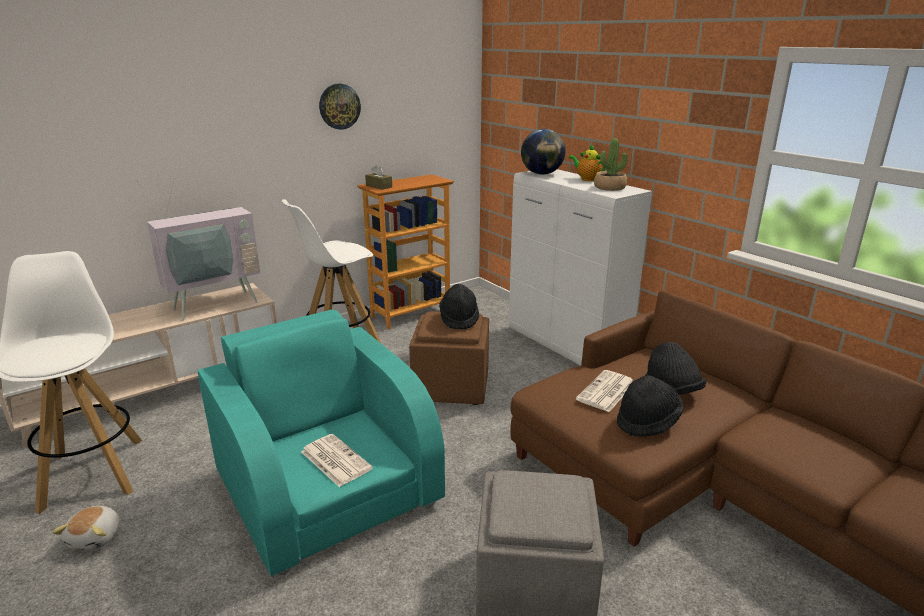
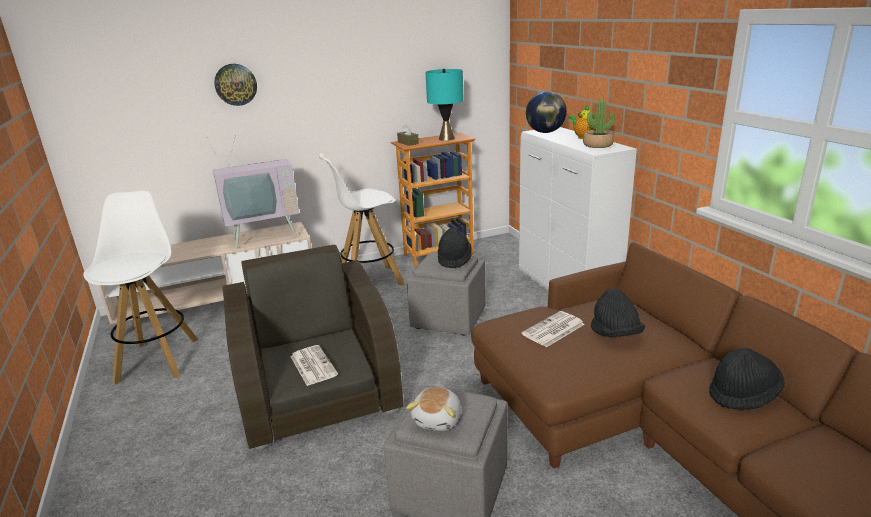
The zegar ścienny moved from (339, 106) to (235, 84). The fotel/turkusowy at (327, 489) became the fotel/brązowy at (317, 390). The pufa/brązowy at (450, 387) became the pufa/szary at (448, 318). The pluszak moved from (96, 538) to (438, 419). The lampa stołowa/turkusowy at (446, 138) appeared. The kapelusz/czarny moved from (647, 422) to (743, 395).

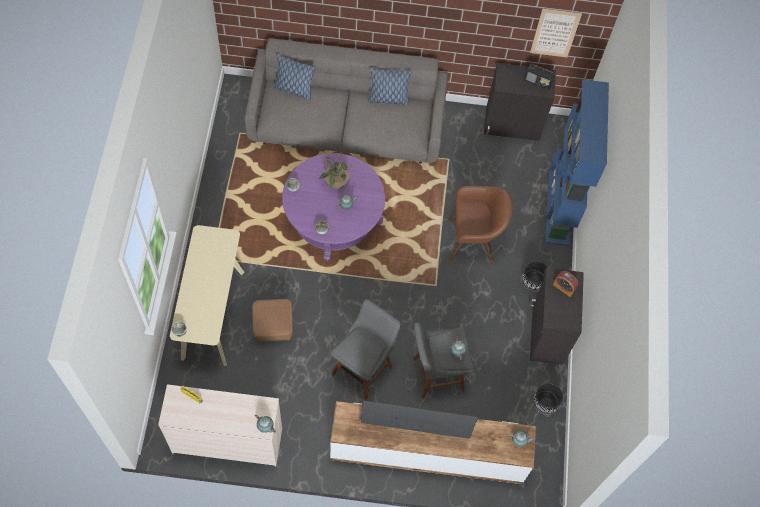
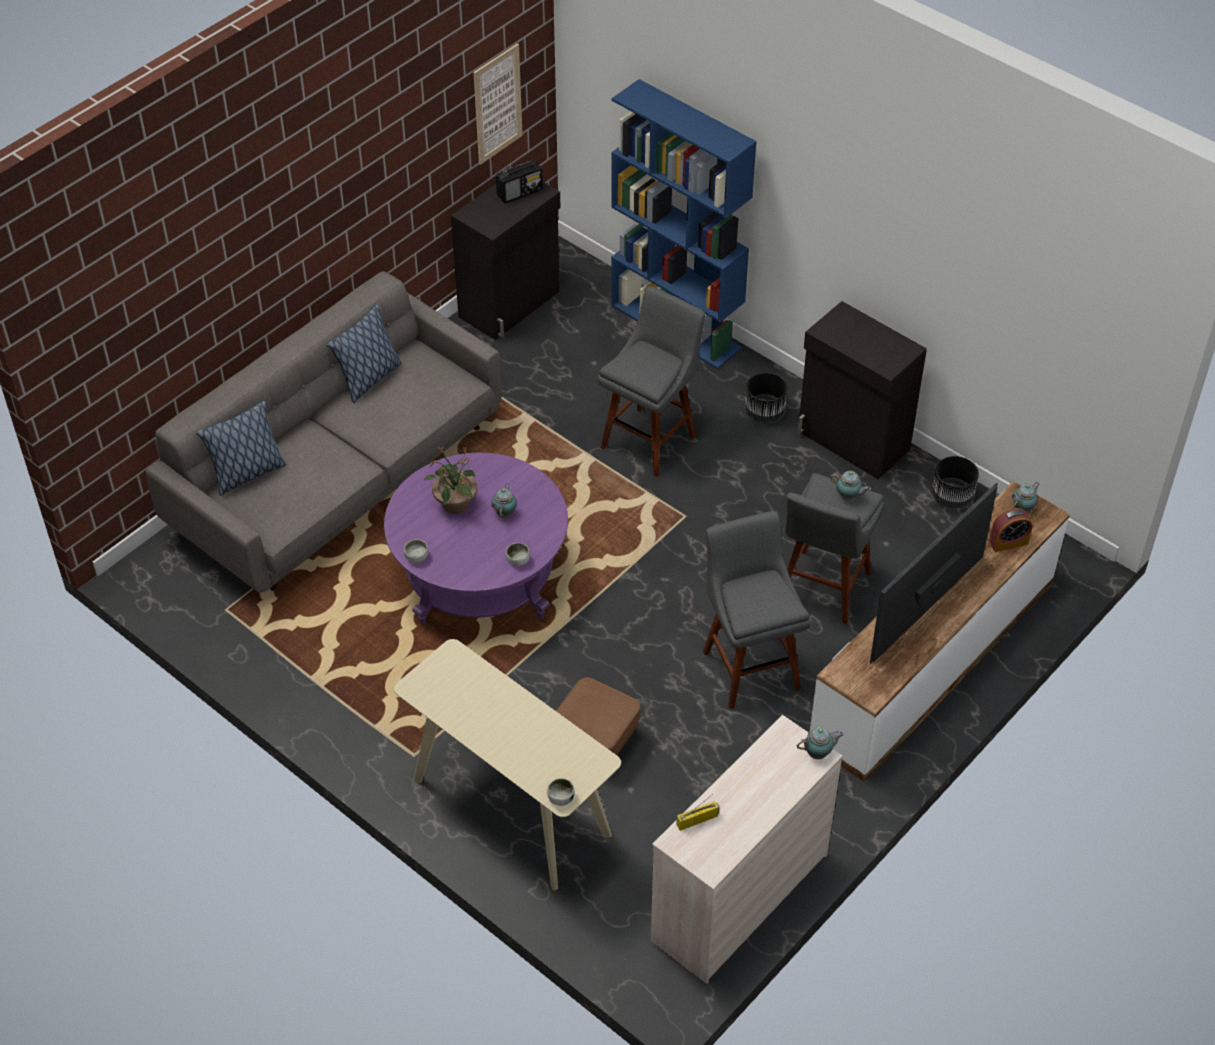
The fotel/brązowy at (474, 240) was replaced by the stołek/szary at (651, 438). The budzik moved from (563, 287) to (1008, 542).

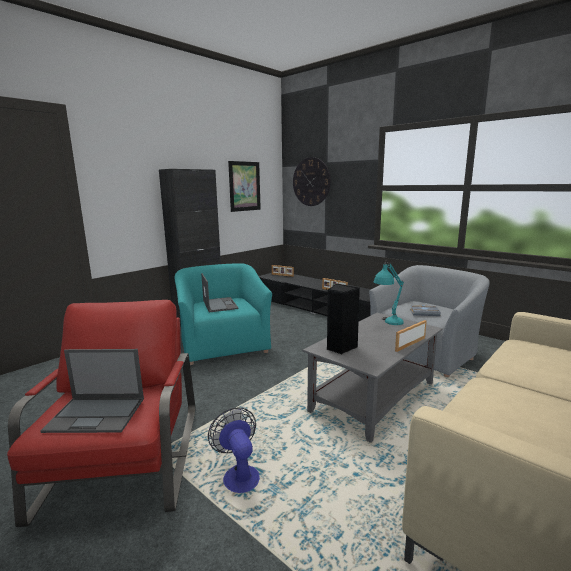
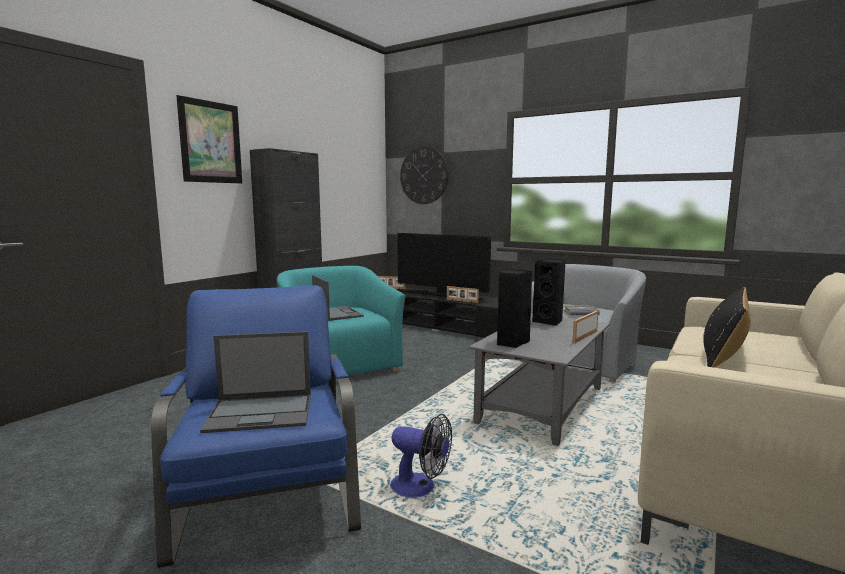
The fotel/czerwony at (124, 460) became the fotel/niebieski at (268, 488). The obraz moved from (244, 186) to (210, 142). The wentylator at (239, 474) turned 150 degrees clockwise. The telewizor at (442, 295) appeared. The lampa stołowa/turkusowy at (387, 324) was replaced by the głośnik/czarny at (549, 321). The poduszka/czarny at (723, 353) appeared.

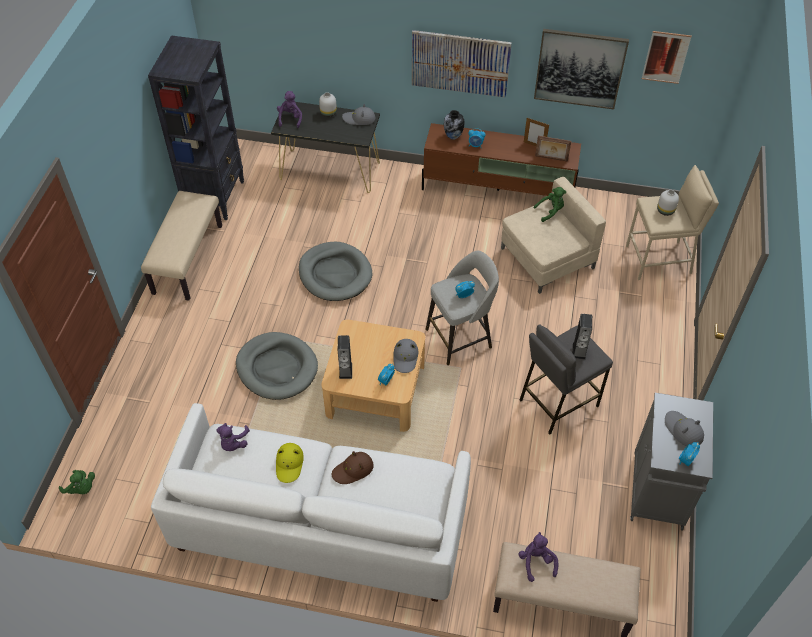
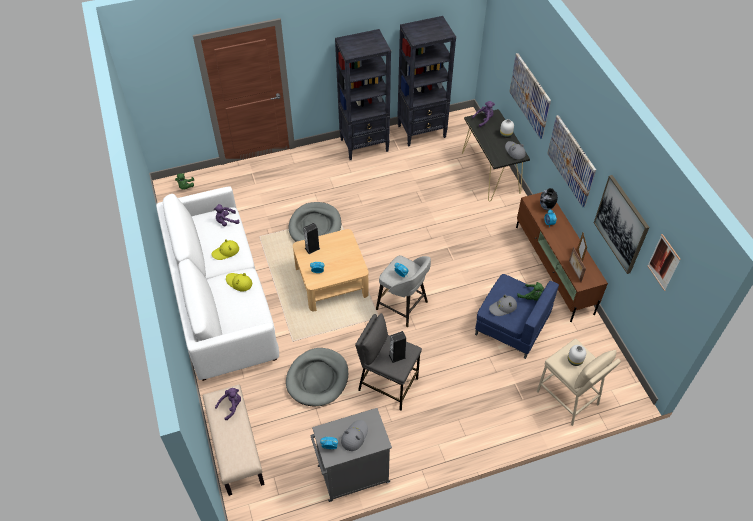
The kapelusz/brązowy at (353, 470) became the kapelusz/żółty at (239, 282). The legowisko/szary moved from (335, 274) to (317, 378). The ławka/beżowy at (187, 259) was replaced by the regał/czarny at (365, 145). The fotel/beżowy at (546, 258) became the fotel/niebieski at (511, 325). The kapelusz/szary moved from (405, 357) to (503, 307). The obraz at (530, 95) appeared.

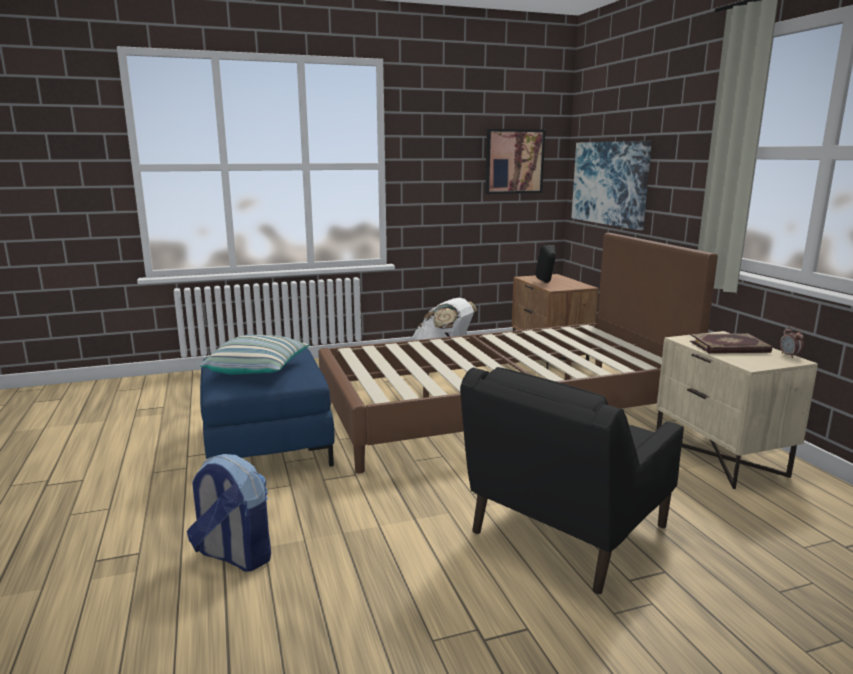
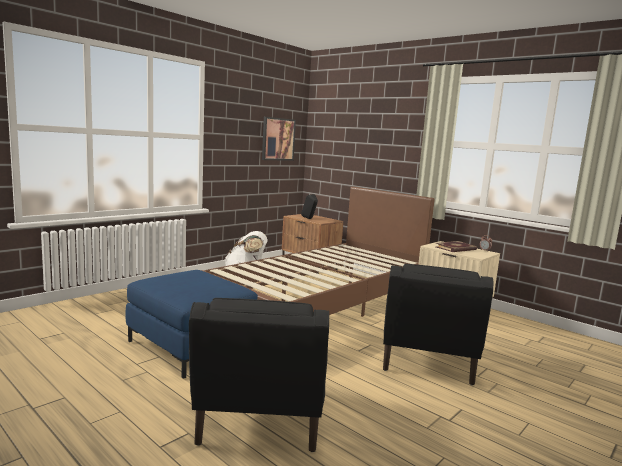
The plecak at (233, 555) was replaced by the fotel/czarny at (260, 417). The poduszka at (258, 369) disappeared. The obraz at (610, 183) disappeared.

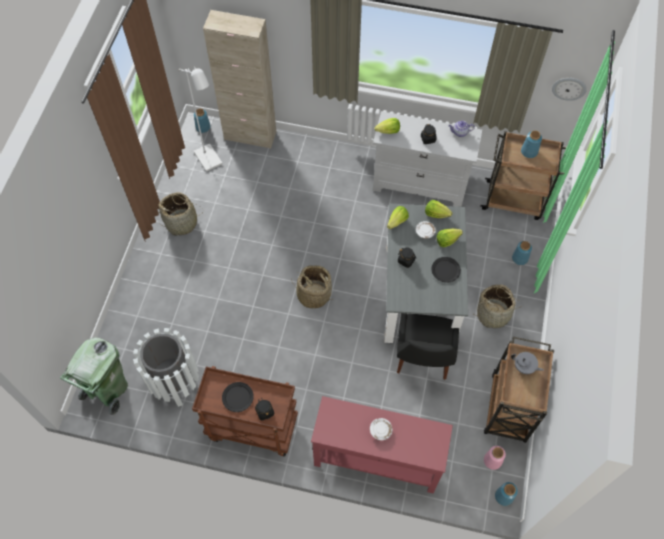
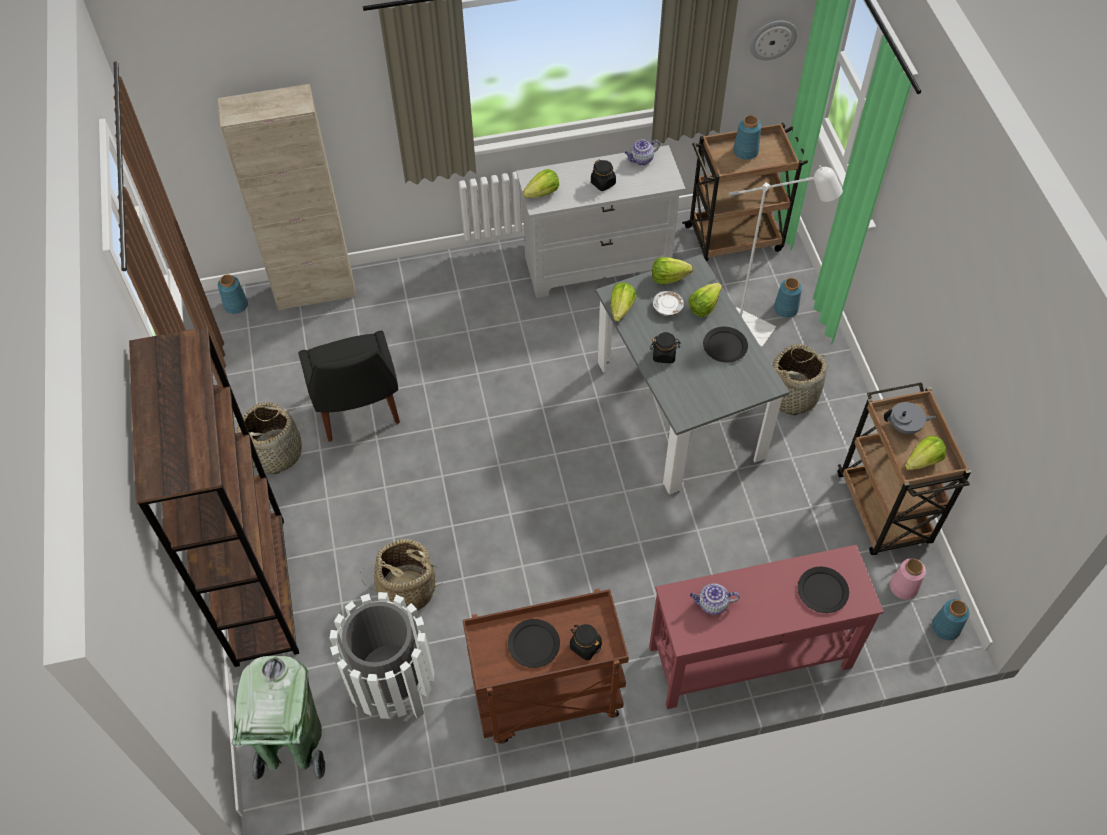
The regał/brązowy at (260, 590) appeared. The krzesło/czarny moved from (423, 358) to (358, 410). The koszyk moved from (314, 294) to (406, 589). The imbryk at (712, 604) appeared. The lampa stojąca/biały moved from (211, 162) to (757, 332). The talerz/czarny at (823, 591) appeared. The sałata at (923, 461) appeared. The talerz/biały at (380, 430) disappeared.

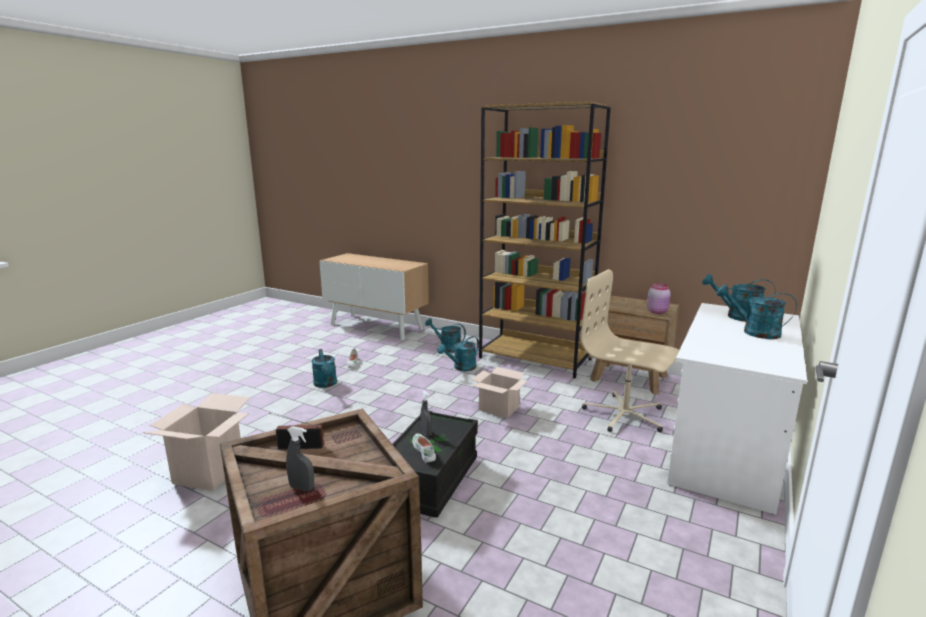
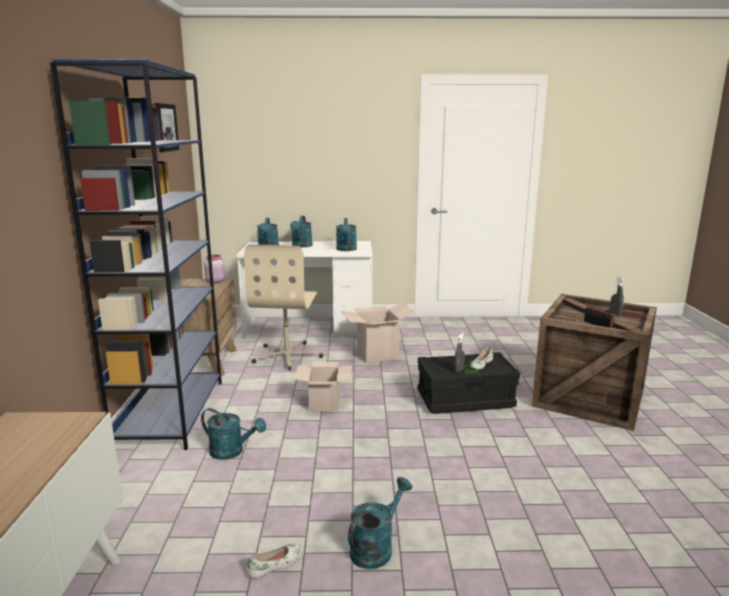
The regał/brązowy at (535, 359) became the regał/niebieski at (171, 412). The obraz at (165, 127) appeared. The konewka/turkusowy moved from (447, 348) to (346, 249). The karton moved from (209, 472) to (377, 354).

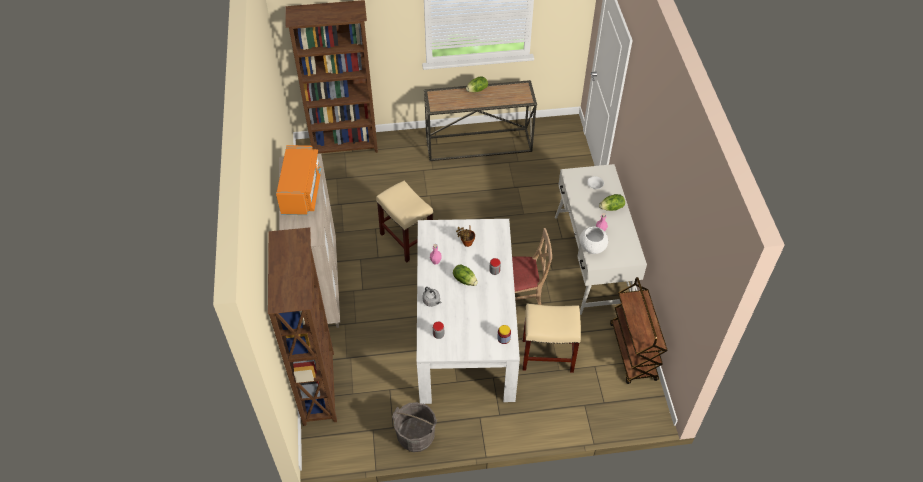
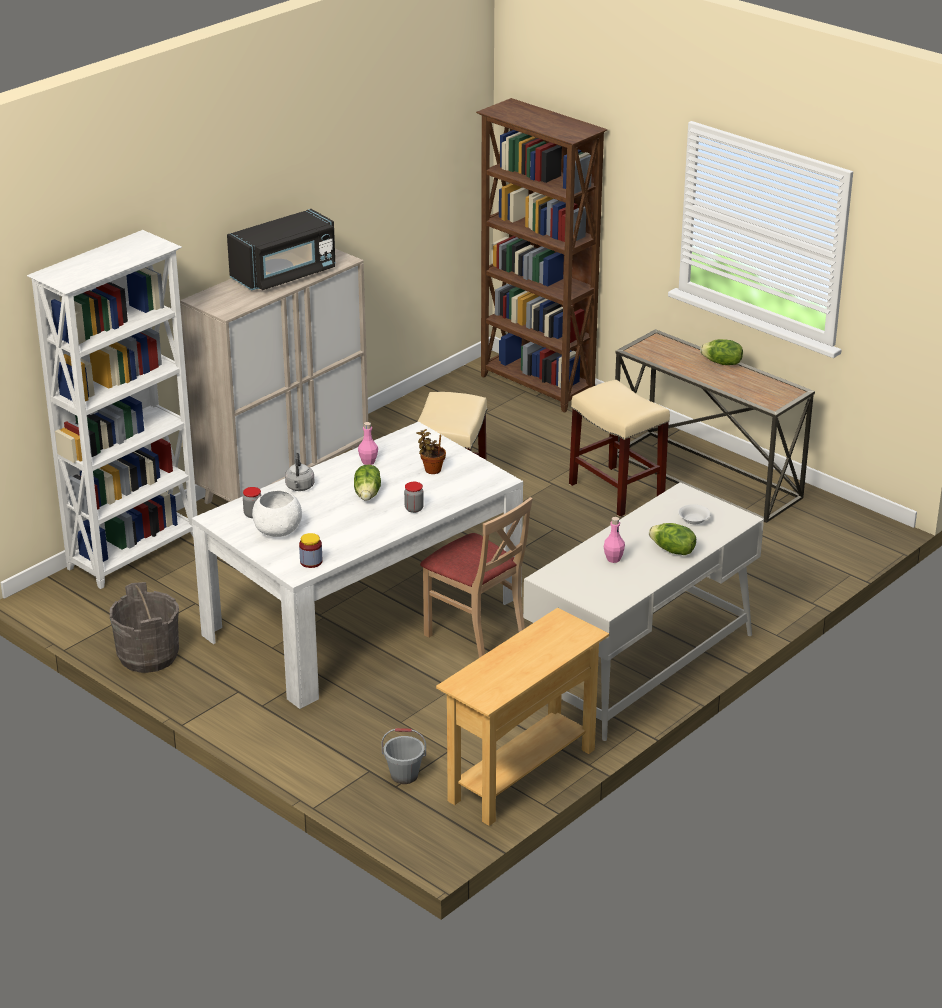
The regał/brązowy at (319, 387) became the regał/biały at (135, 553). The mikrofalówka/pomarańczowy at (301, 191) became the mikrofalówka/czarny at (284, 275). The miska/biały moved from (592, 247) to (278, 531). The wiadro/szary at (404, 775) appeared. The wózek/brązowy at (633, 352) was replaced by the stolik konsolowy/beżowy at (522, 775). The stołek/beżowy moved from (547, 356) to (615, 491).

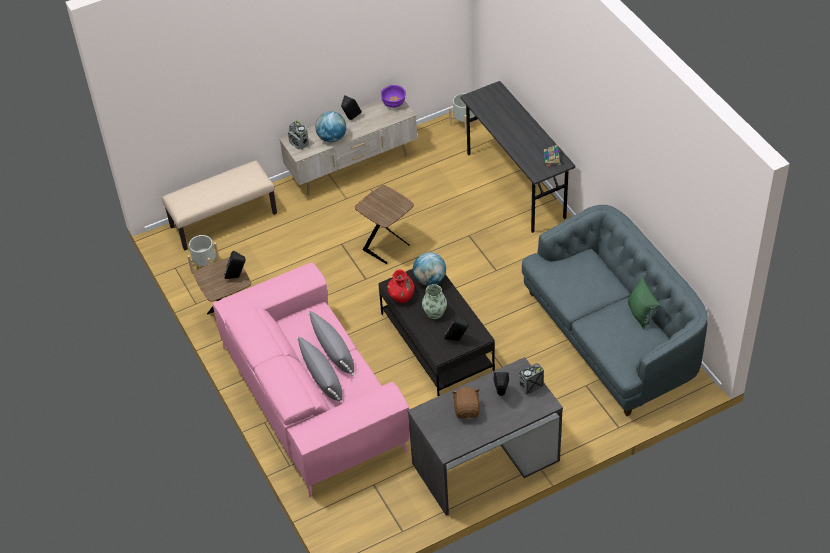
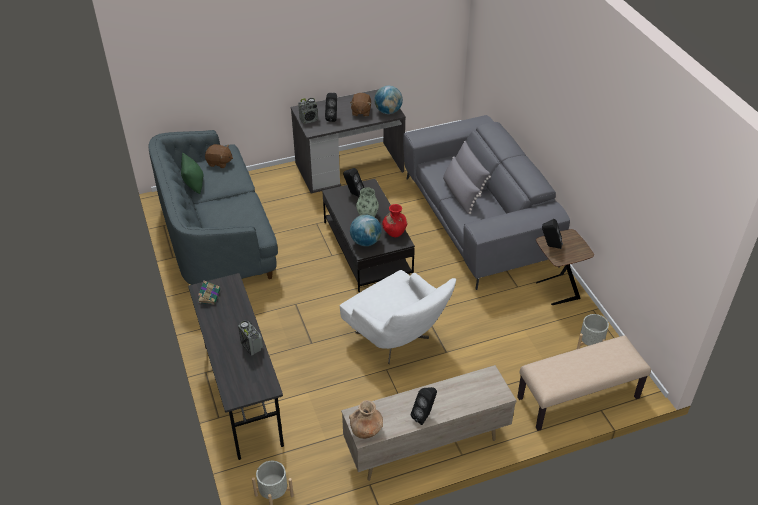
The pluszak/brązowy at (219, 163) appeared. The radio moved from (299, 144) to (251, 346). The stolik/brązowy at (387, 247) was replaced by the fotel/biały at (398, 341). The miska/fioletowy at (394, 104) was replaced by the wazon/brązowy at (366, 430). The globus moved from (332, 138) to (388, 111). The kanapa/różowy at (313, 398) became the kanapa/szary at (477, 221).

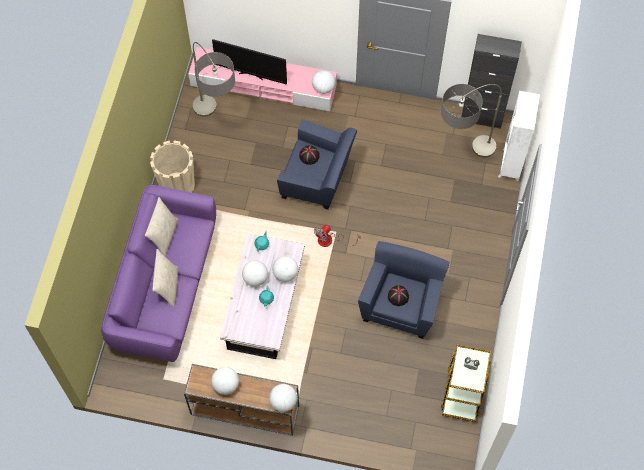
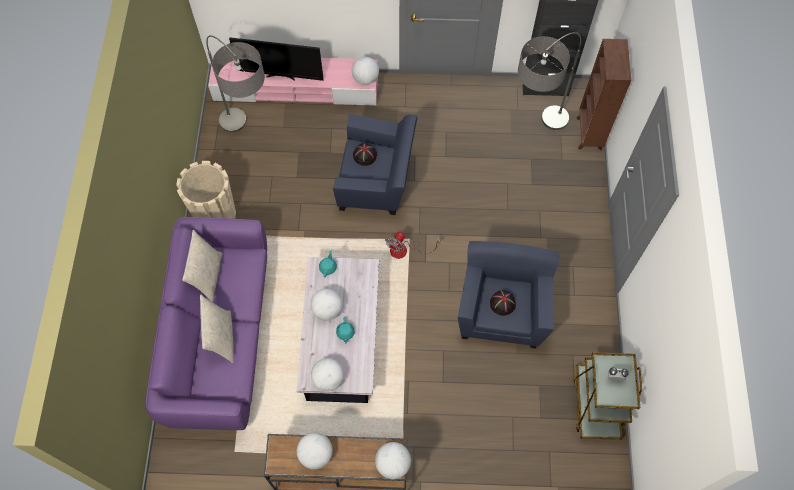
The globus moved from (285, 274) to (328, 379). The regał/biały at (510, 165) became the regał/brązowy at (588, 134).

